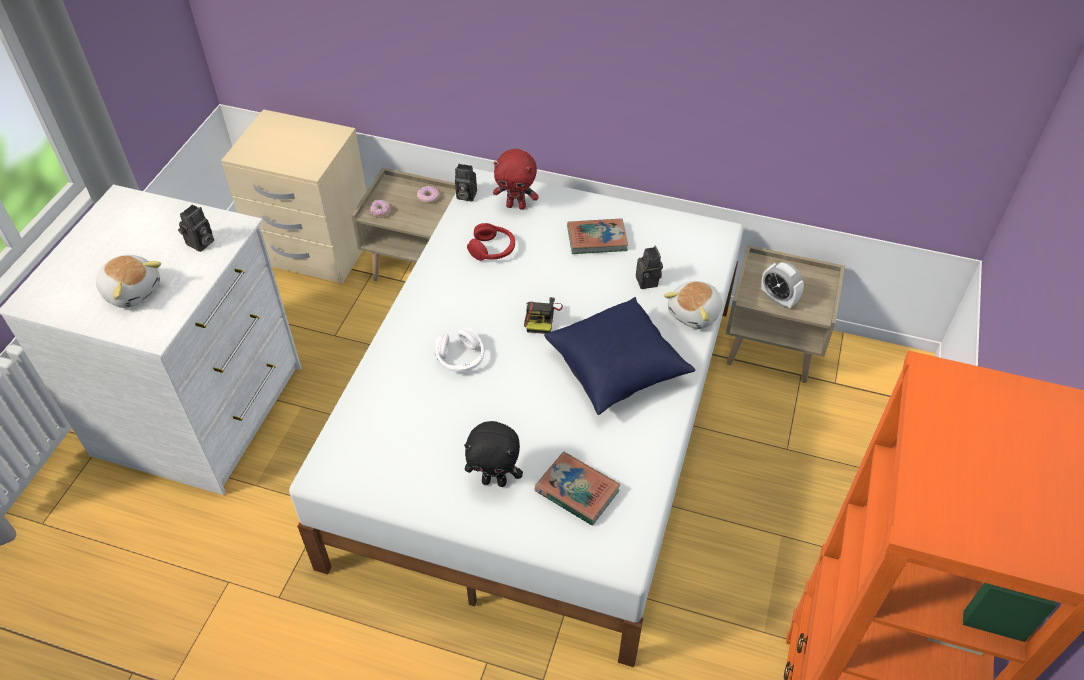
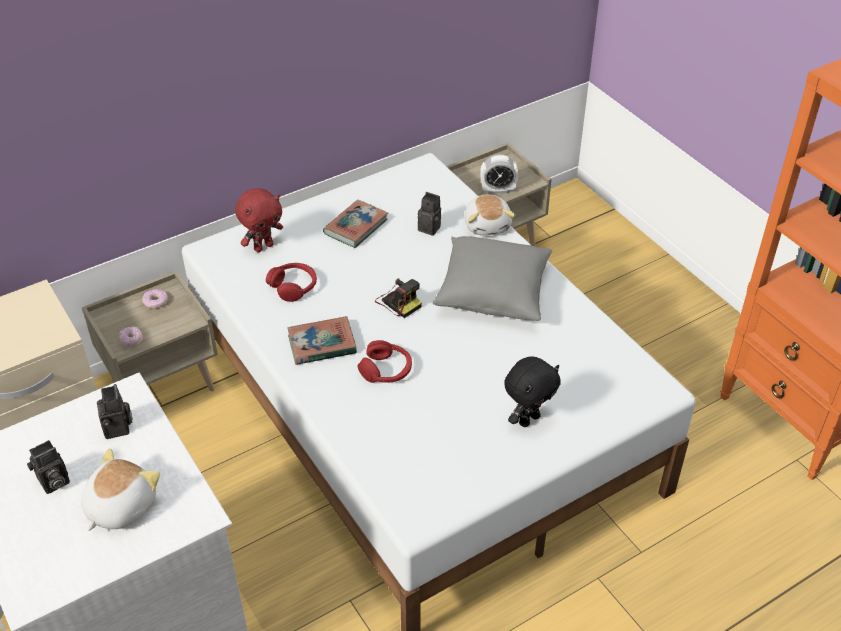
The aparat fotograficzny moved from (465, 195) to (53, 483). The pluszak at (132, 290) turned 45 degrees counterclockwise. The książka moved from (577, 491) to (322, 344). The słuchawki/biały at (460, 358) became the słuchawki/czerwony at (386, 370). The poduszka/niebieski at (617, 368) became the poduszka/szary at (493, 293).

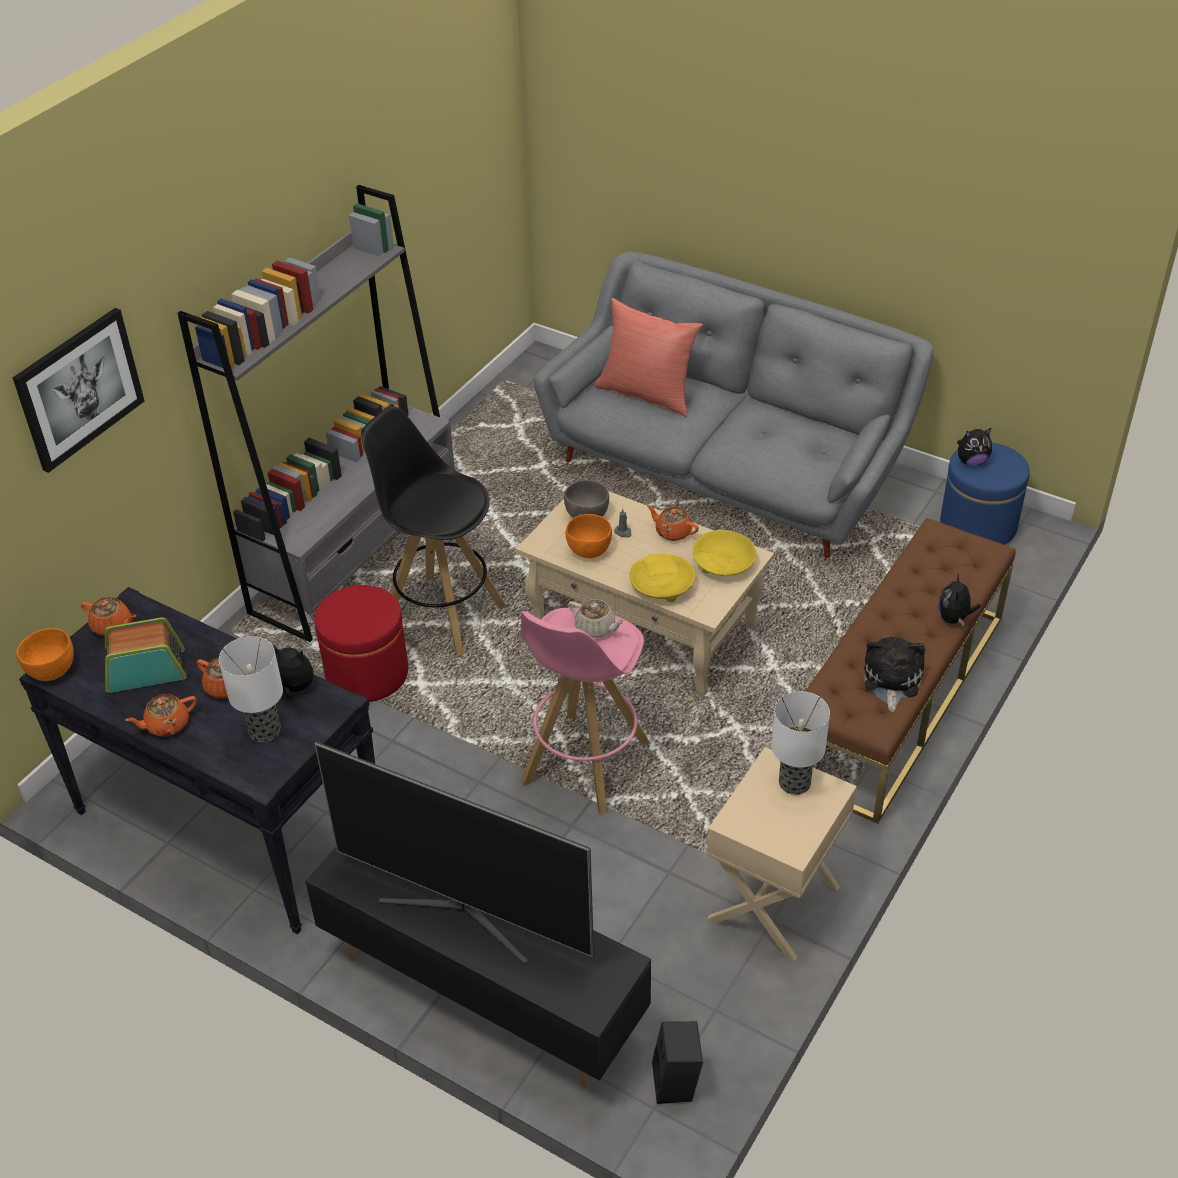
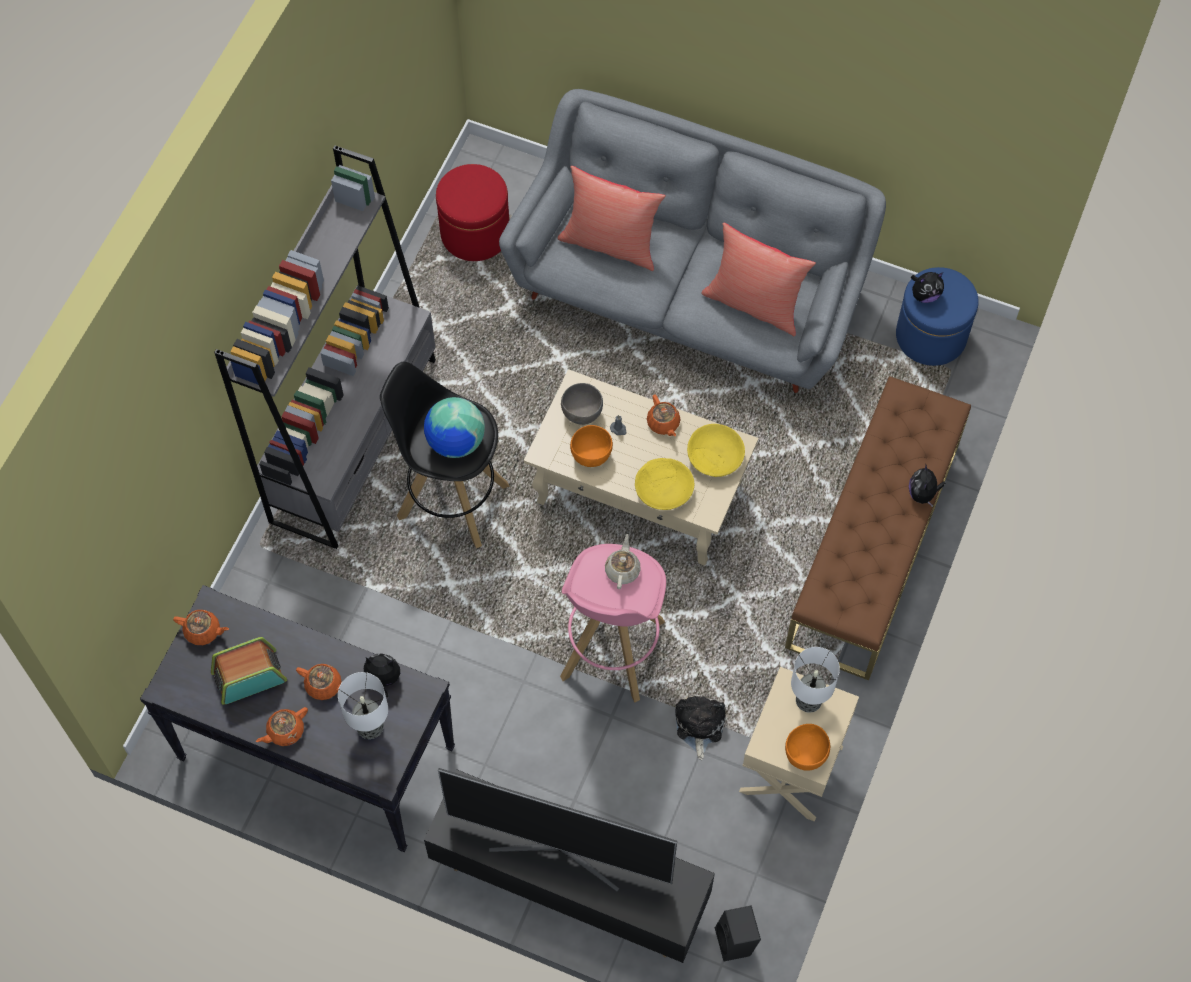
The globus at (455, 442) appeared. The pufa/czerwony moved from (367, 673) to (475, 233). The imbryk/beżowy at (596, 628) turned 105 degrees counterclockwise. The imbryk/pomarańczowy at (672, 532) turned 135 degrees counterclockwise. The pluszak moved from (891, 680) to (699, 725). The poduszka/czerwony at (754, 303) appeared. The miska/pomarańczowy moved from (53, 671) to (805, 754). The obraz at (79, 388) disappeared.

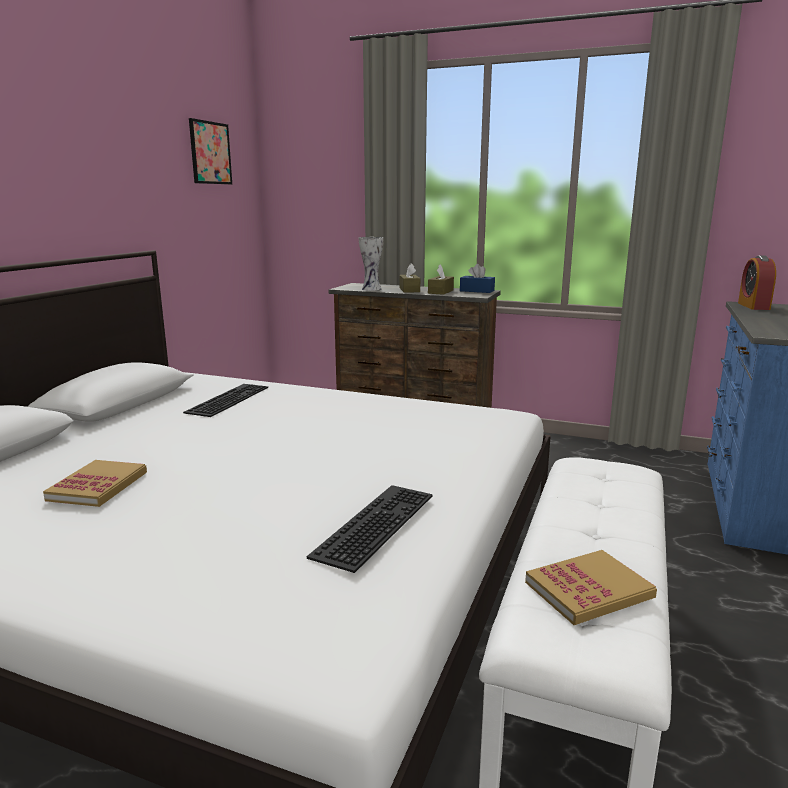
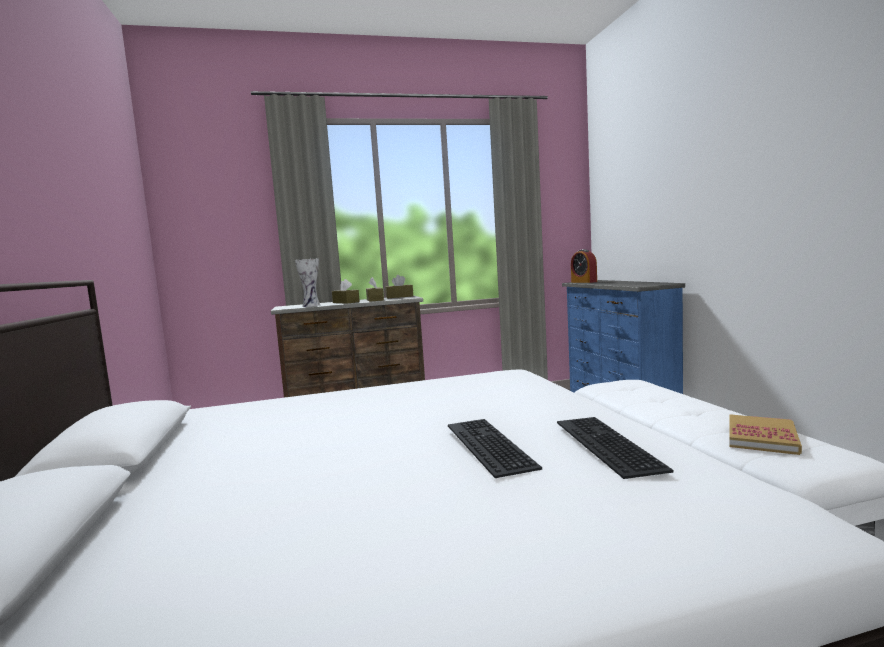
The pudełko chusteczek/niebieski at (477, 291) became the pudełko chusteczek/brązowy at (399, 297). The klawiatura moved from (227, 399) to (485, 445). The książka at (98, 486) disappeared. The obraz at (210, 153) disappeared.

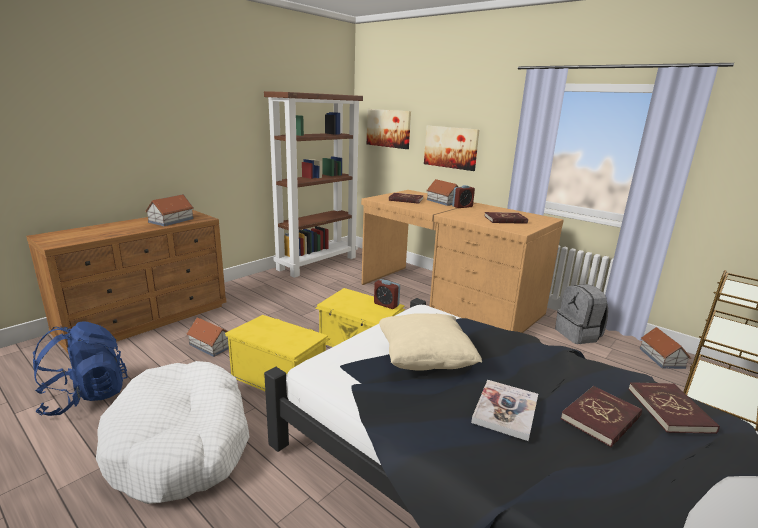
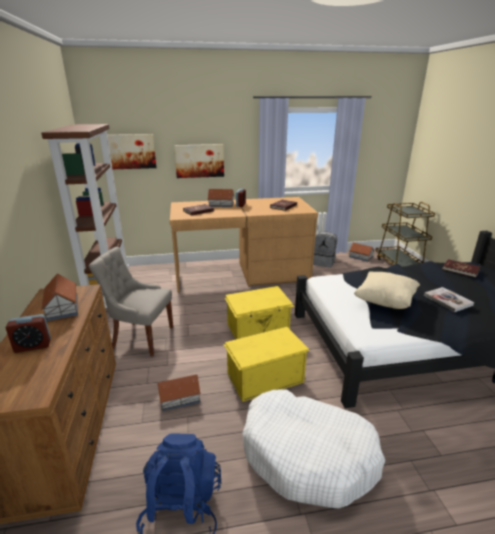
The budzik moved from (386, 304) to (33, 346). The krzesło/szary at (141, 337) appeared. The książka/czerwony at (601, 418) disappeared.

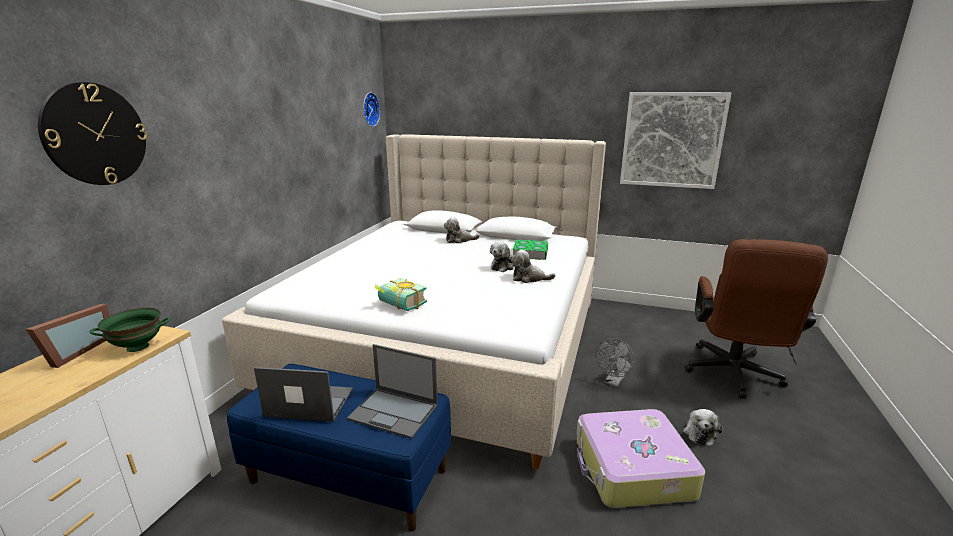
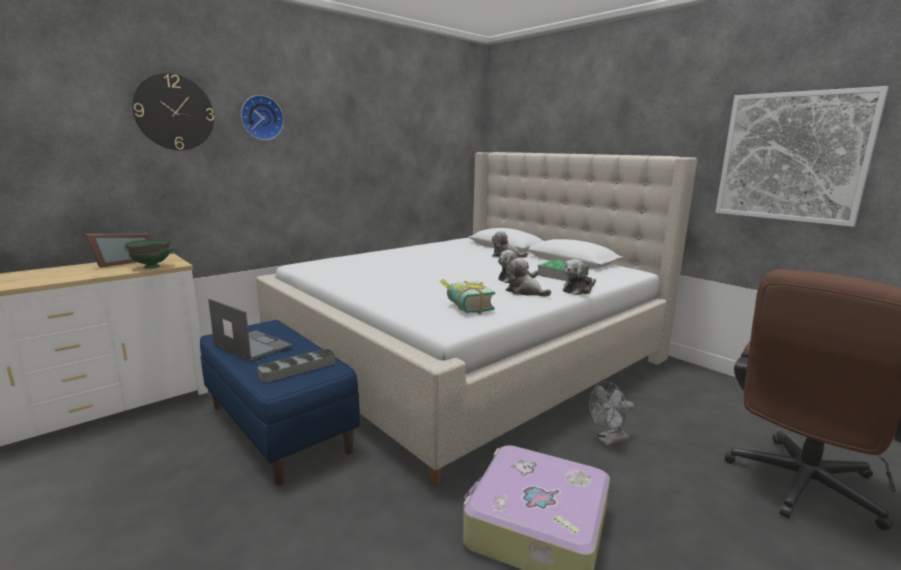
The zegar ścienny moved from (369, 109) to (261, 118). The laptop at (394, 412) was replaced by the taca/szary at (298, 369). The książka moved from (399, 306) to (465, 308). The pluszak moved from (699, 432) to (578, 290).

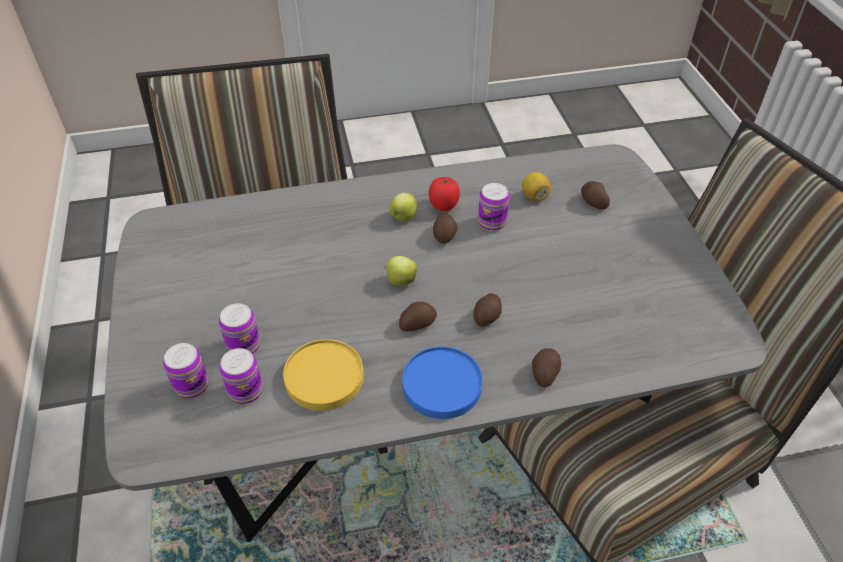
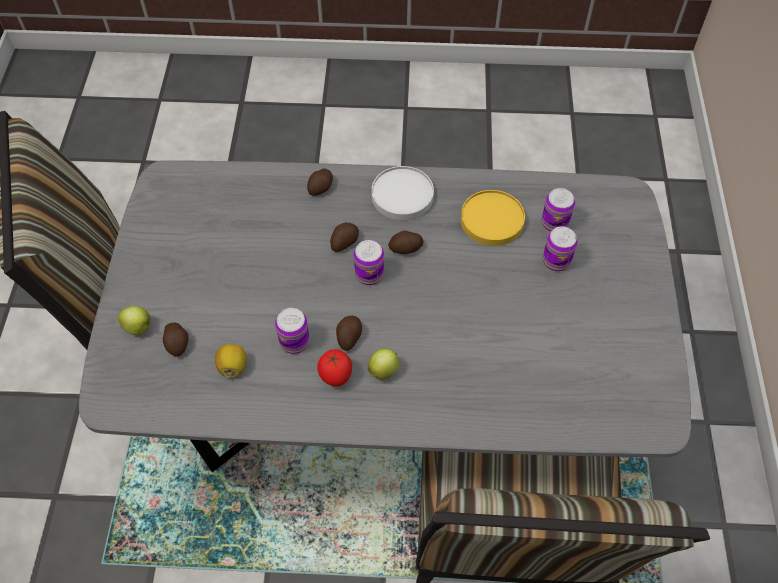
The jabłko moved from (400, 281) to (139, 328). The puszka moved from (192, 385) to (369, 274). The talerz/niebieski at (441, 385) became the talerz/biały at (403, 196).

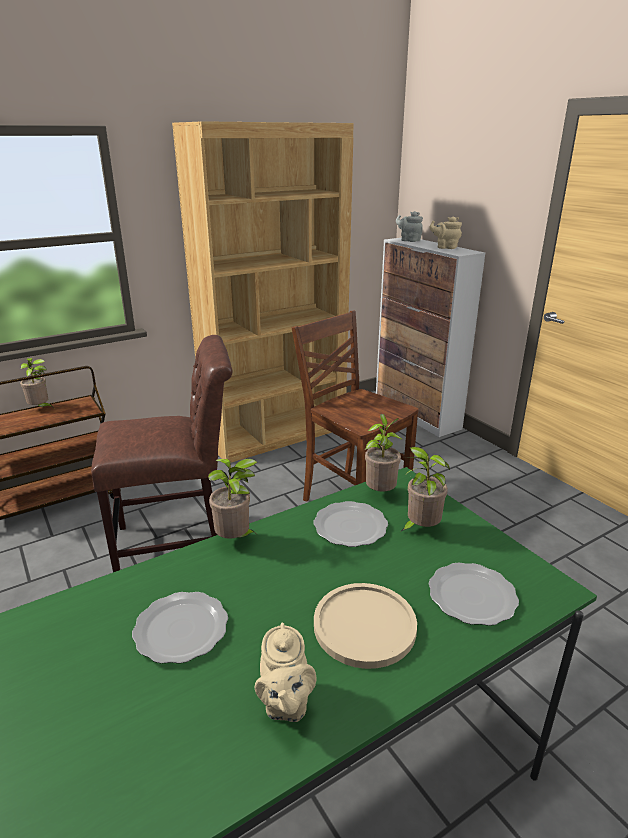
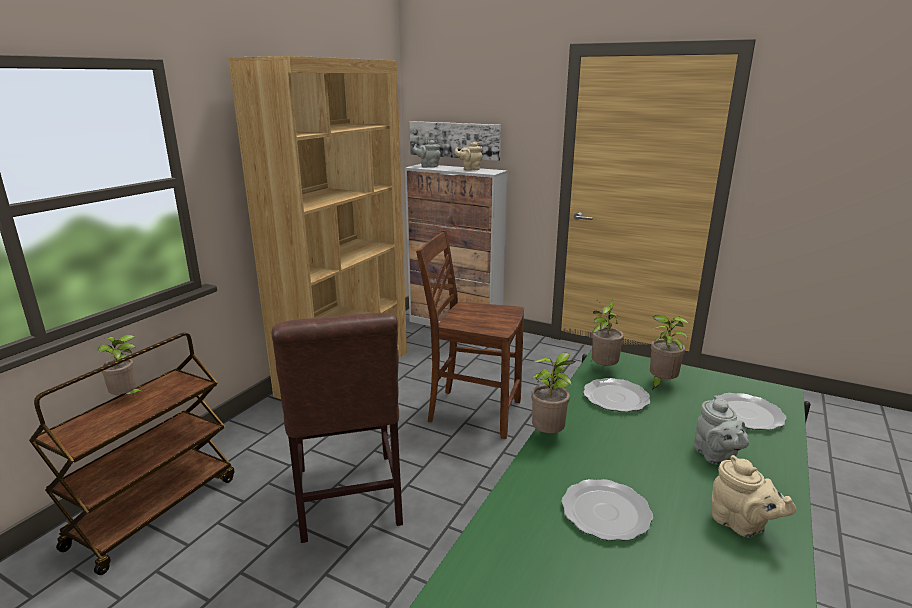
The krzesło/brązowy at (179, 545) turned 120 degrees clockwise. The obraz at (454, 140) appeared. The talerz/beżowy at (364, 626) was replaced by the imbryk/szary at (716, 457).

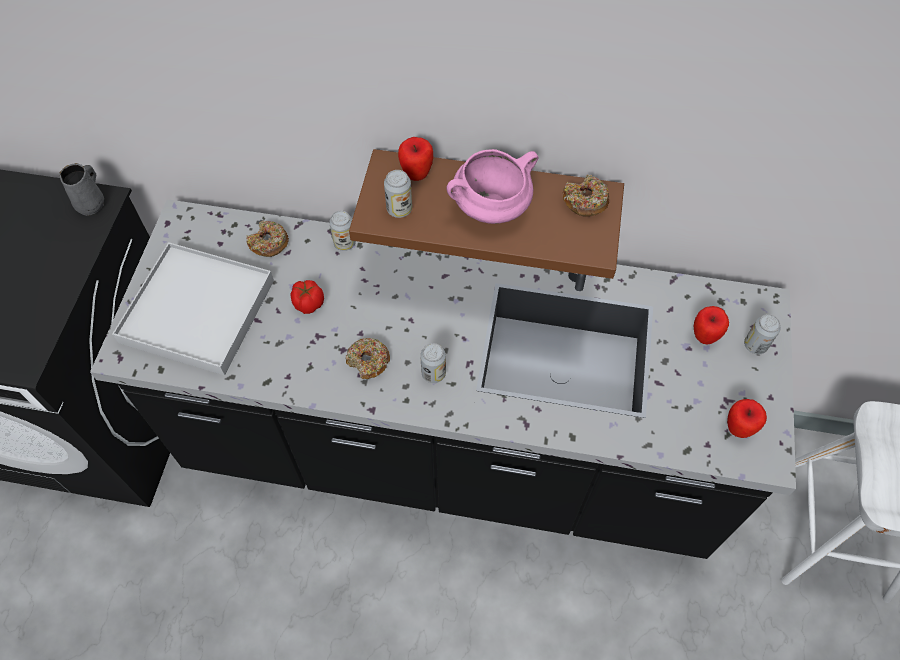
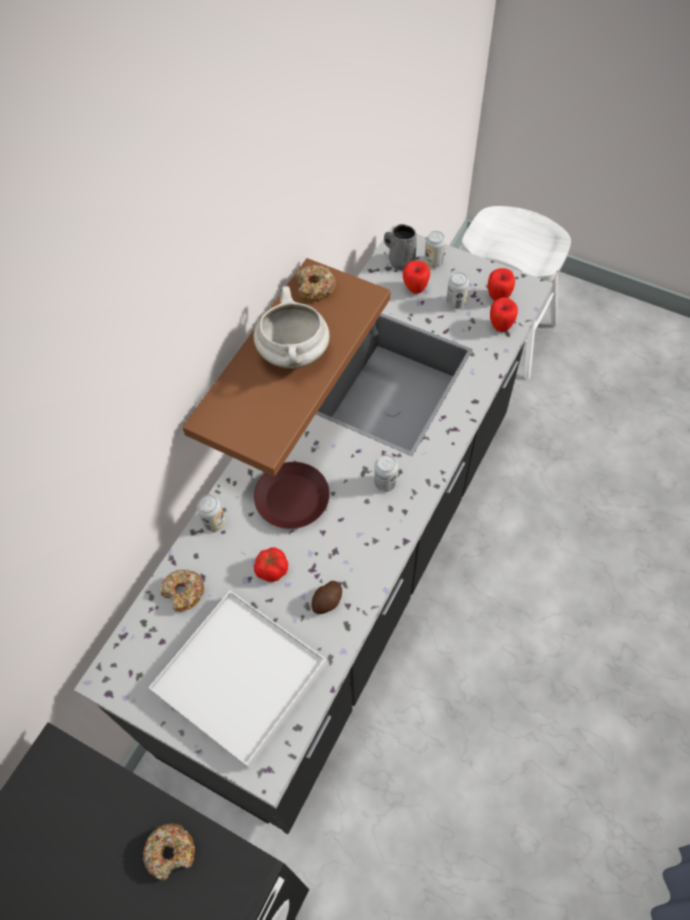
The donut moved from (368, 362) to (170, 852). The garnek/różowy at (490, 208) became the garnek/biały at (294, 354). The talerz/brązowy at (293, 498) appeared. The ziemniak at (328, 601) appeared. The kubek/szary moved from (92, 203) to (400, 261). The puszka moved from (399, 209) to (455, 303). The jabłko moved from (416, 174) to (500, 326).

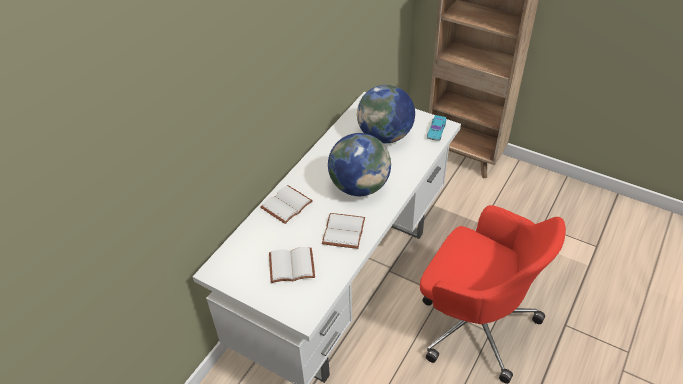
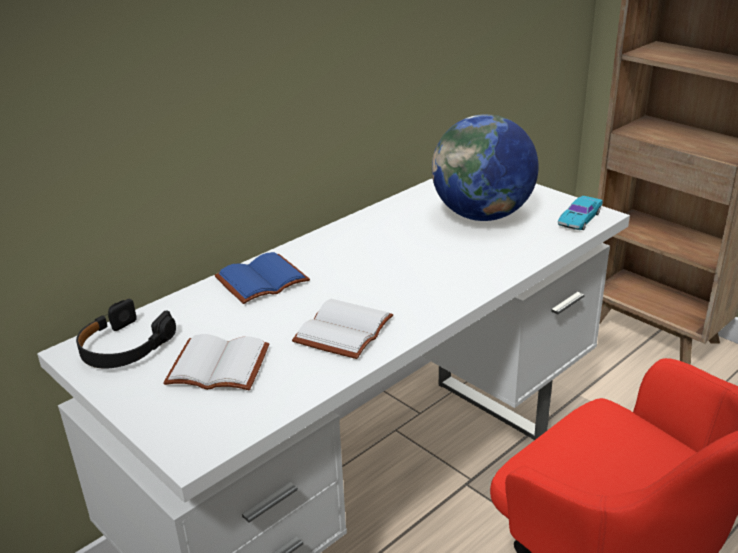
The słuchawki/czarny at (124, 347) appeared. The książka/biały at (286, 204) became the książka/niebieski at (262, 279). The globus at (359, 186) disappeared.

